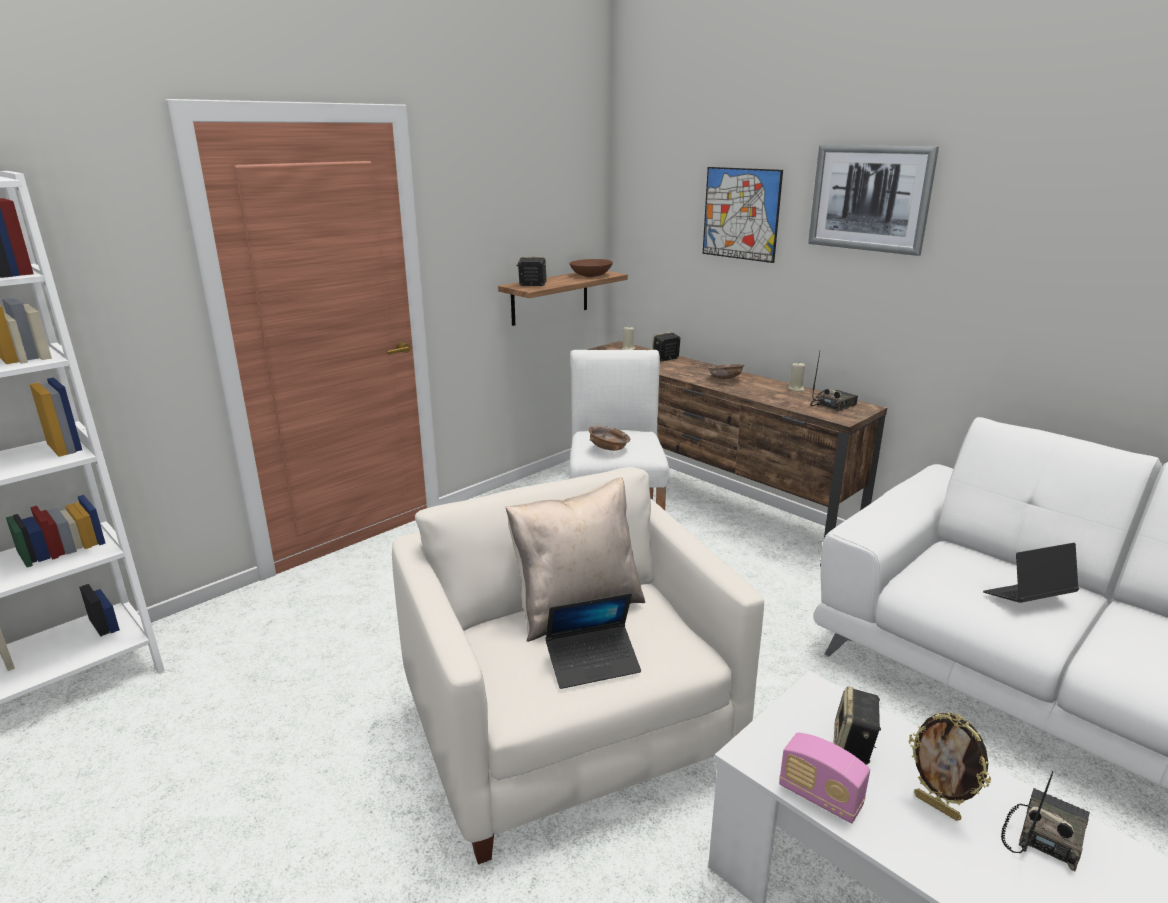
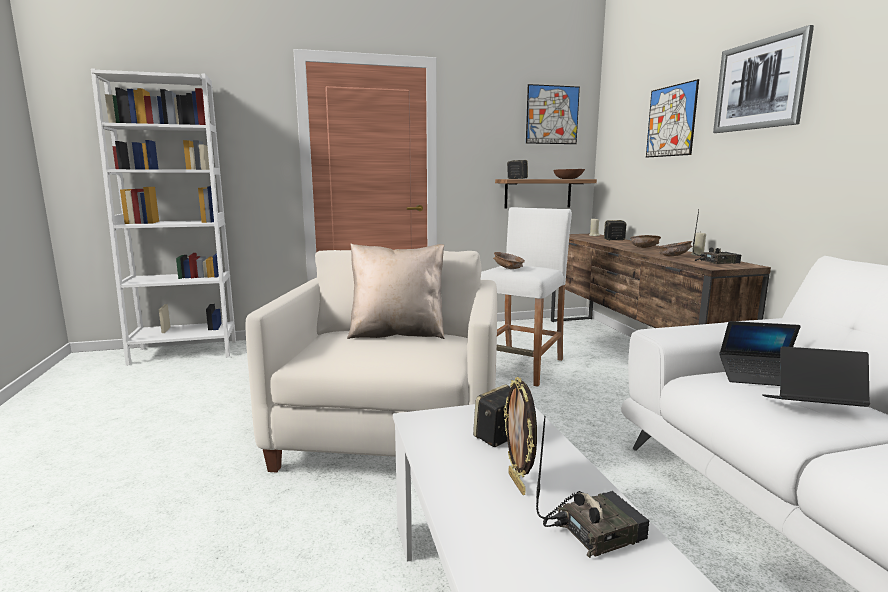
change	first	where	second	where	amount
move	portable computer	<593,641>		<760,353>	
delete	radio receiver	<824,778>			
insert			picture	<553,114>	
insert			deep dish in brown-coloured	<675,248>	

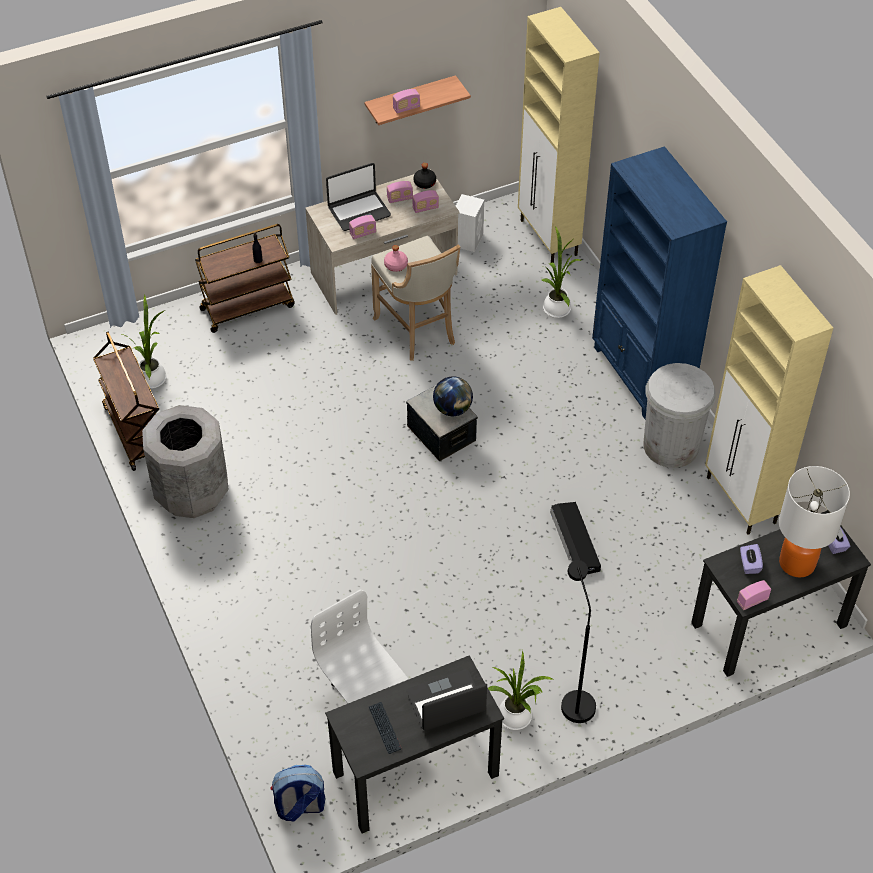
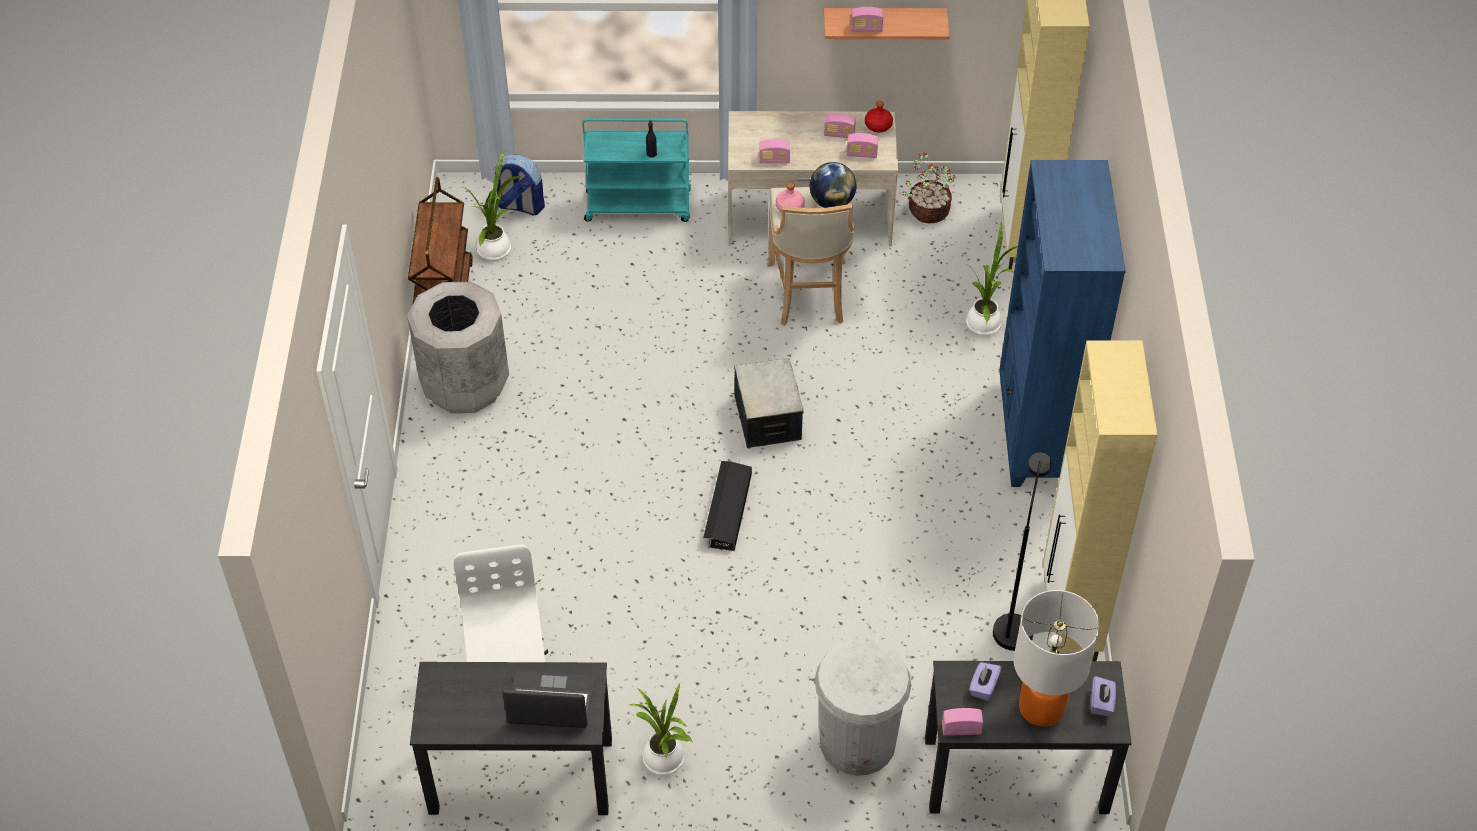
change	first	where	second	where	amount
delete	portable computer	<358,197>			
recolor	bottle in blackish	<425,176>	bottle in red-coloured	<879,116>	
replace	speaker in white-coloured	<470,223>	plant in a pot	<929,188>	
recolor	wheeled cart in brown-coloured	<245,278>	wheeled cart in blue-green	<636,170>	
move	rubbish bin in white-coloured	<679,415>		<863,707>	
move	world globe	<453,396>		<833,185>	
move	storage box in blackish	<576,538>		<727,506>	
move	standing lamp in blackish	<578,641>		<1022,551>	
delete	PC keyboard	<385,728>			
move	knapsack	<297,793>		<519,184>	

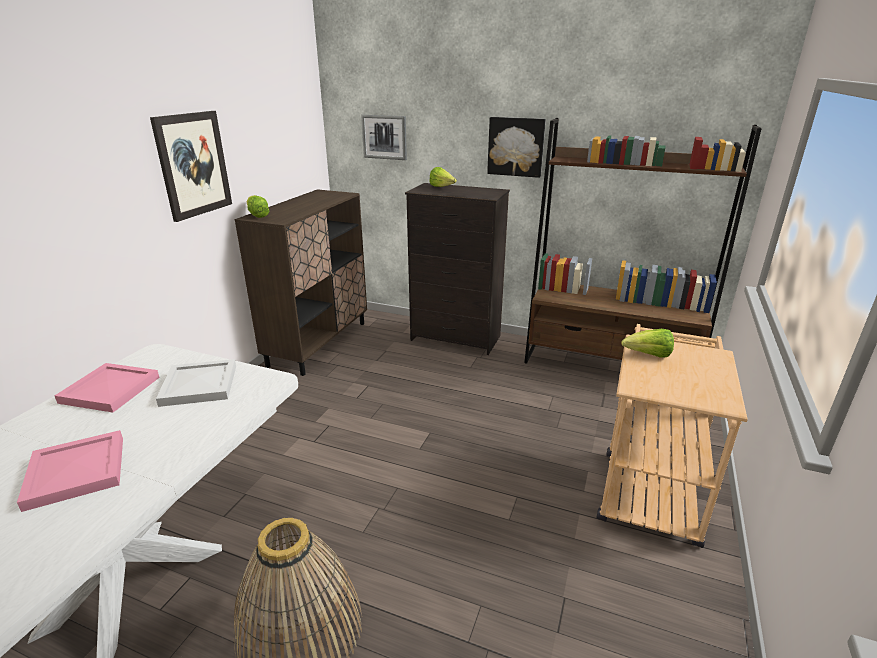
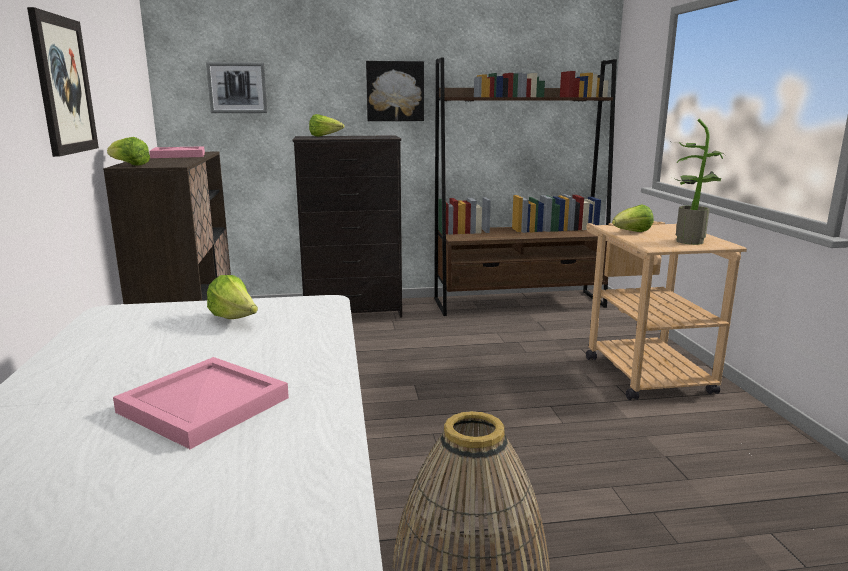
change	first	where	second	where	amount
replace	tray in white-coloured	<196,383>	lettuce head	<232,297>	
move	tray in pink-coloured	<107,387>		<177,152>	
insert			plant in a pot	<696,182>	

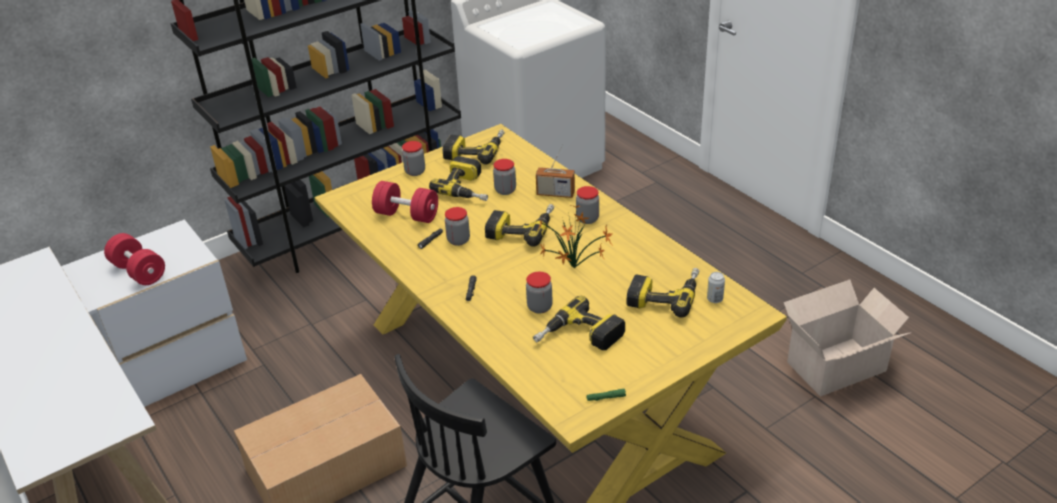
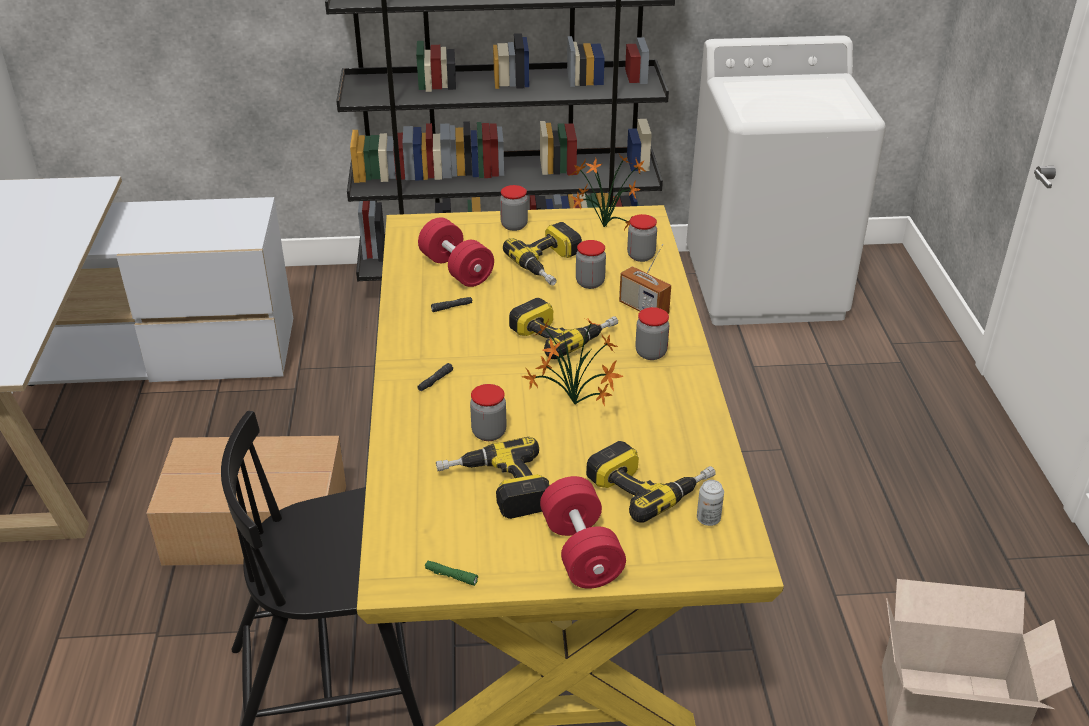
change	first	where	second	where	amount
replace	drill	<474,147>	plant in a pot	<608,192>	
move	jar	<457,226>		<642,238>	
move	hand weight in red-coloured	<134,259>		<583,532>	

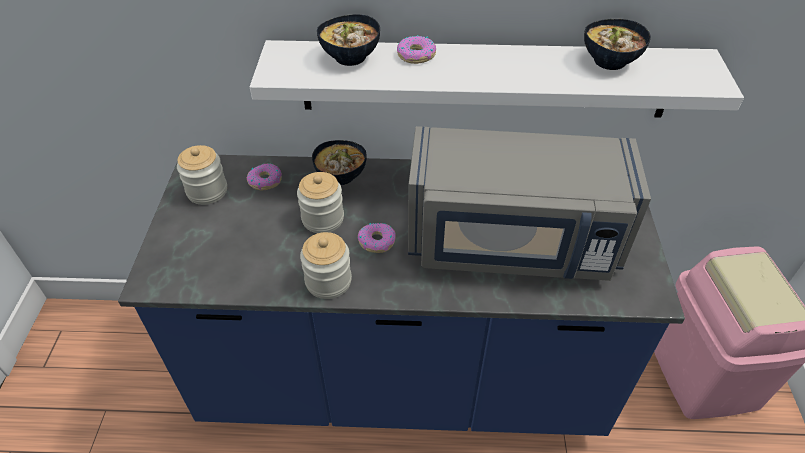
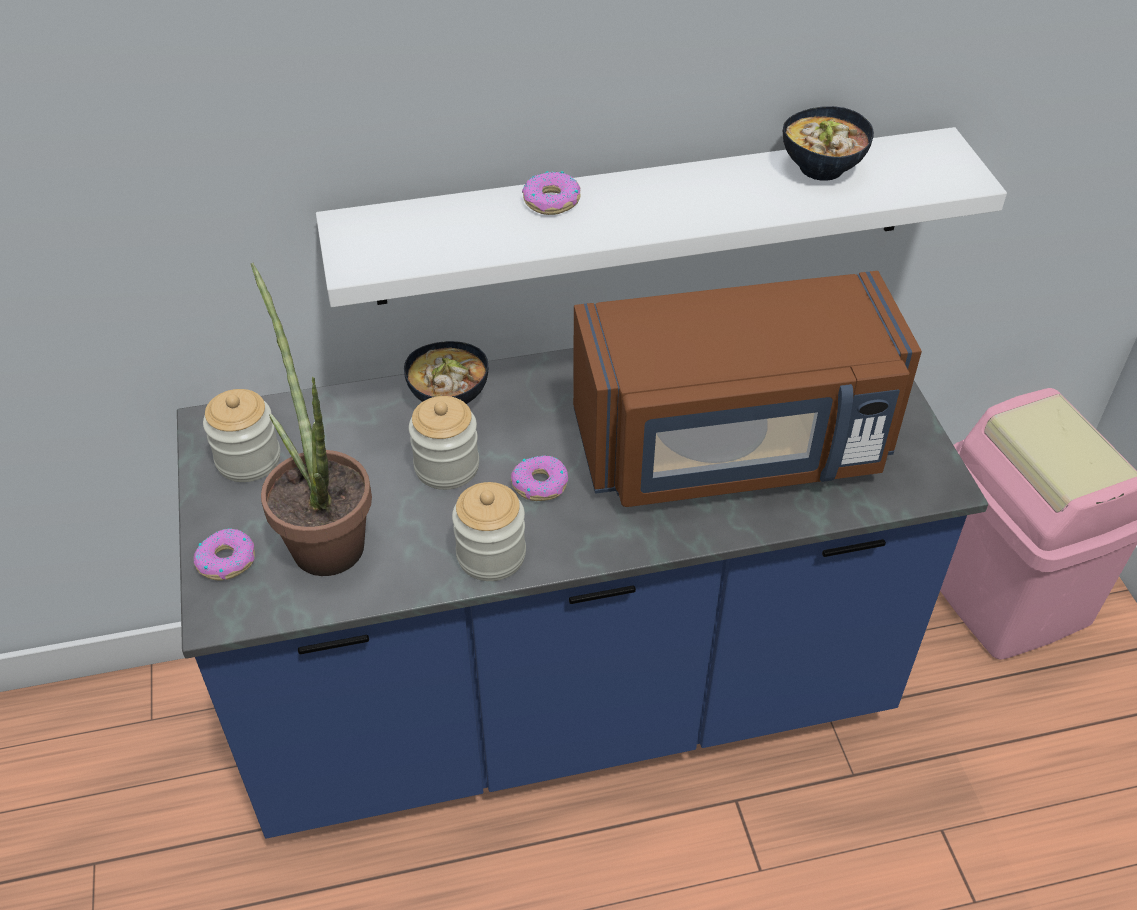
change	first	where	second	where	amount
delete	deep dish	<348,40>			
recolor	microwave in gray	<529,203>	microwave in brown-coloured	<747,389>	
move	doughnut	<264,177>		<224,554>	
insert			plant in a pot	<311,419>	

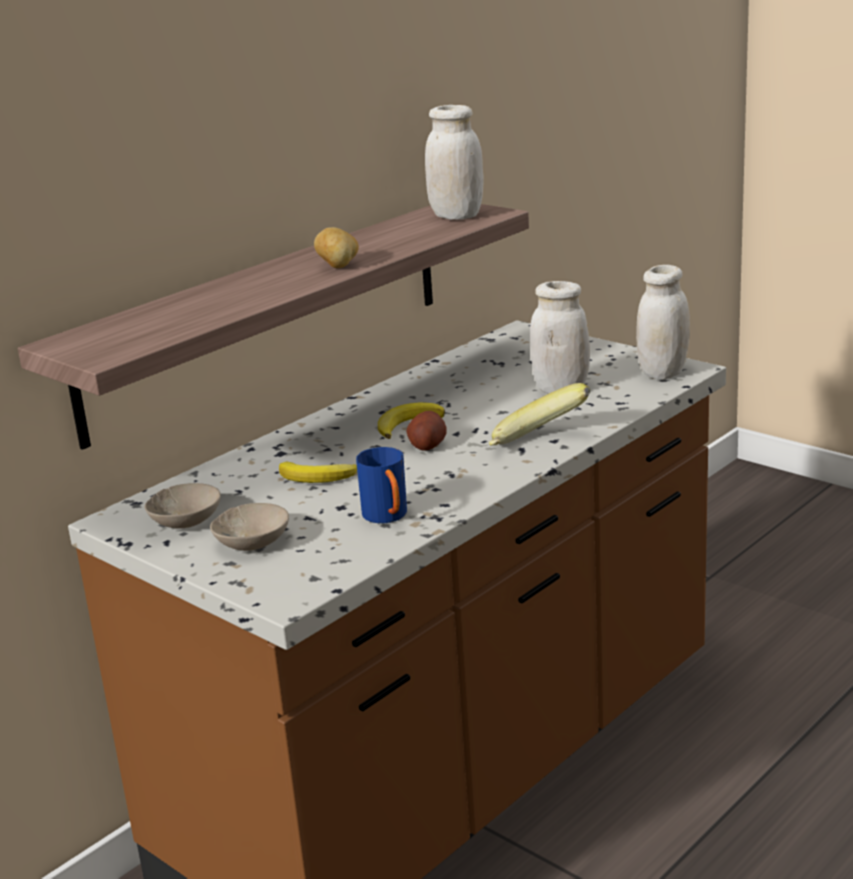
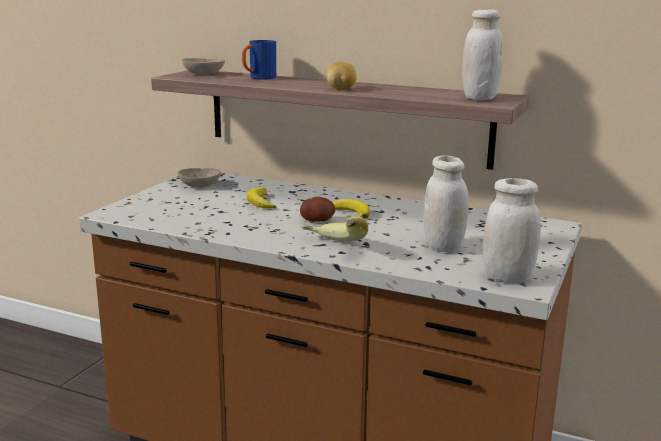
change	first	where	second	where	amount
move	tea mug in blue-coloured	<381,485>		<259,60>	
move	deep dish in beige-coloured	<249,527>		<203,66>	

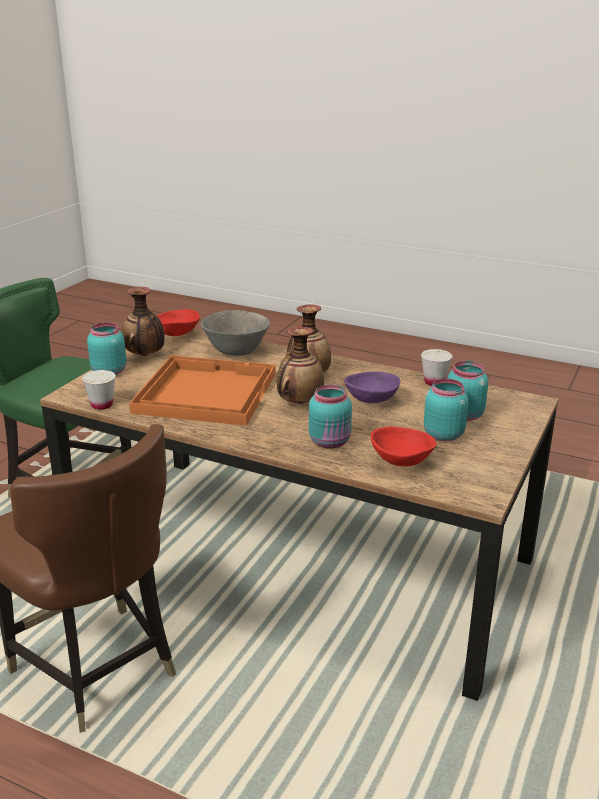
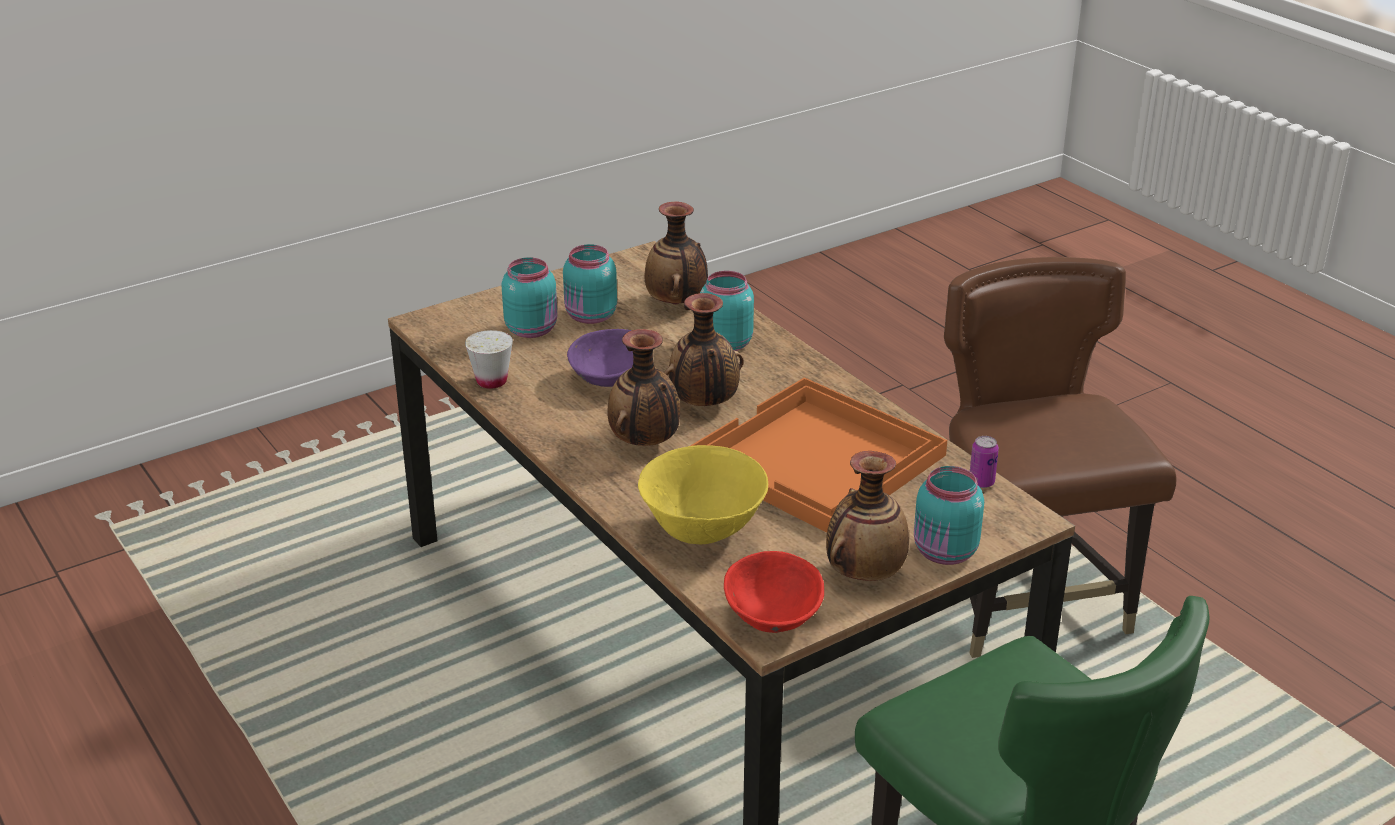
change	first	where	second	where	amount
recolor	deep dish in gray	<235,333>	deep dish in yellow	<703,494>	
replace	cup in white-coloured	<99,390>	metal can	<984,462>	
replace	deep dish in red-coloured	<404,447>	vase	<676,253>	

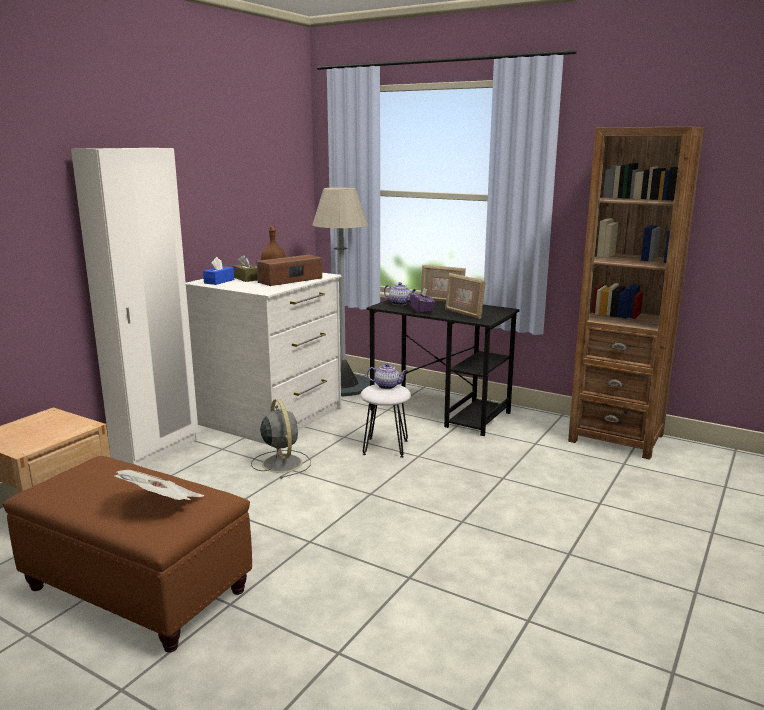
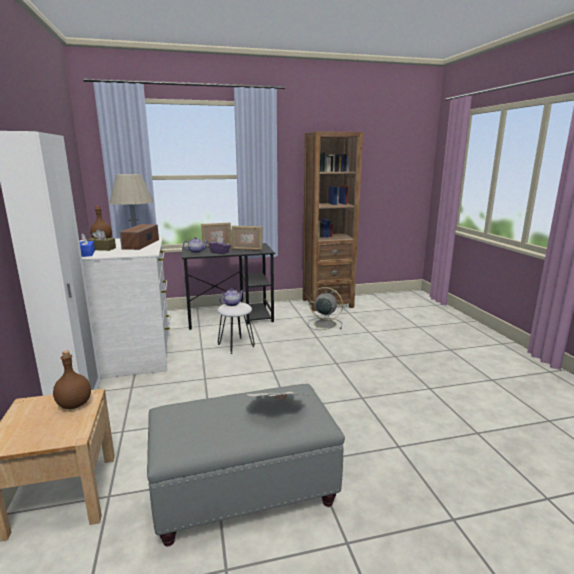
change	first	where	second	where	amount
move	fan in gray	<281,439>		<325,308>	
recolor	footrest in brown-coloured	<127,554>	footrest in gray	<246,465>	
insert			bottle in brown-coloured	<72,380>	

